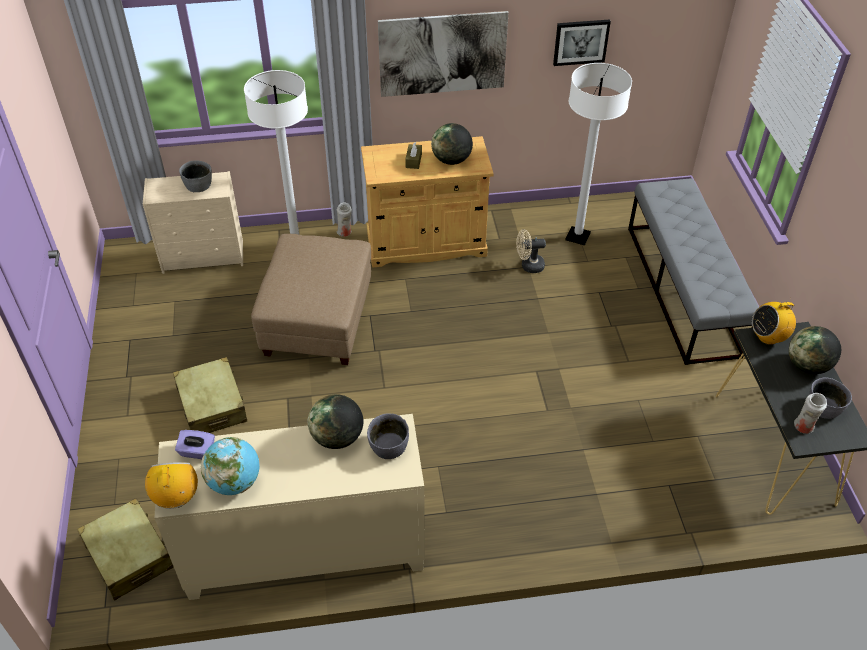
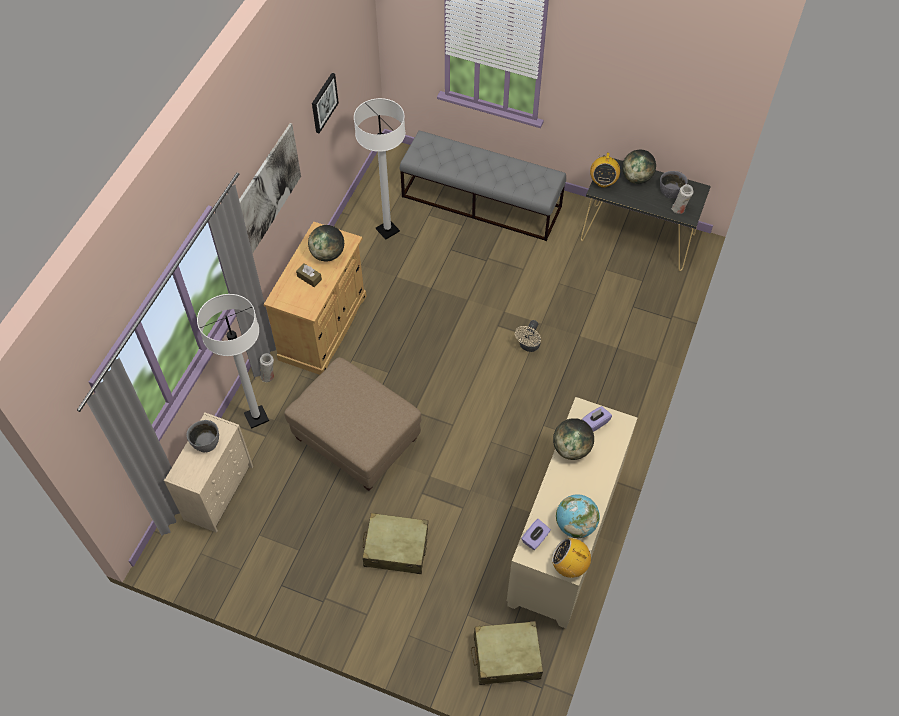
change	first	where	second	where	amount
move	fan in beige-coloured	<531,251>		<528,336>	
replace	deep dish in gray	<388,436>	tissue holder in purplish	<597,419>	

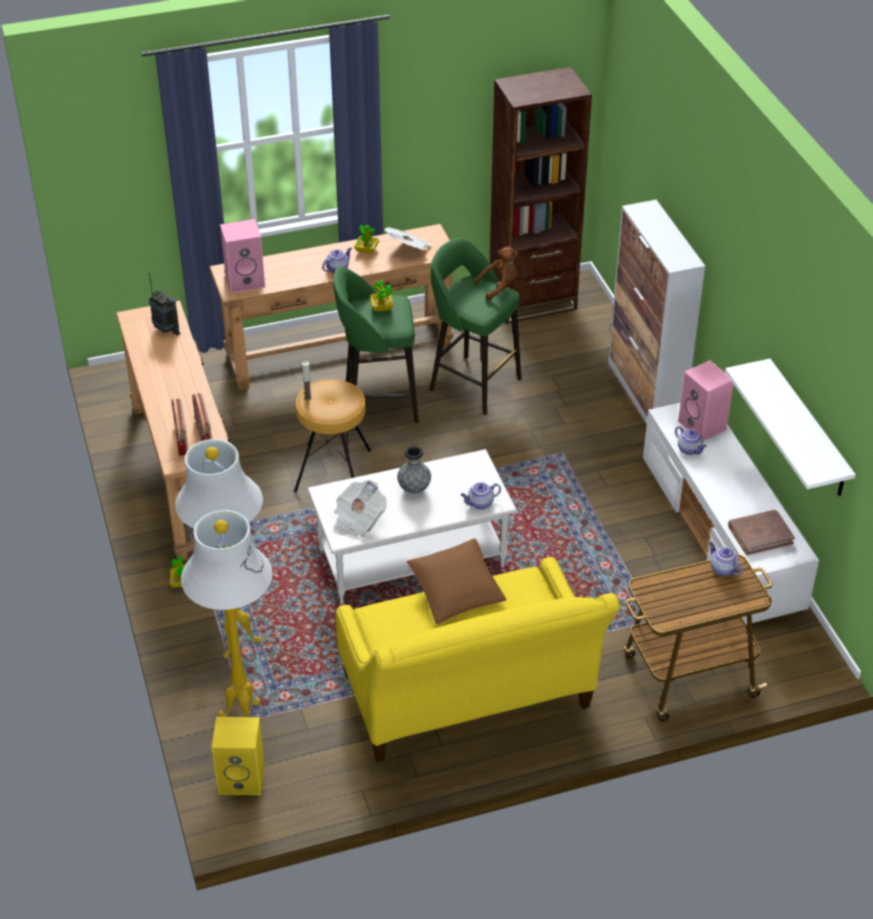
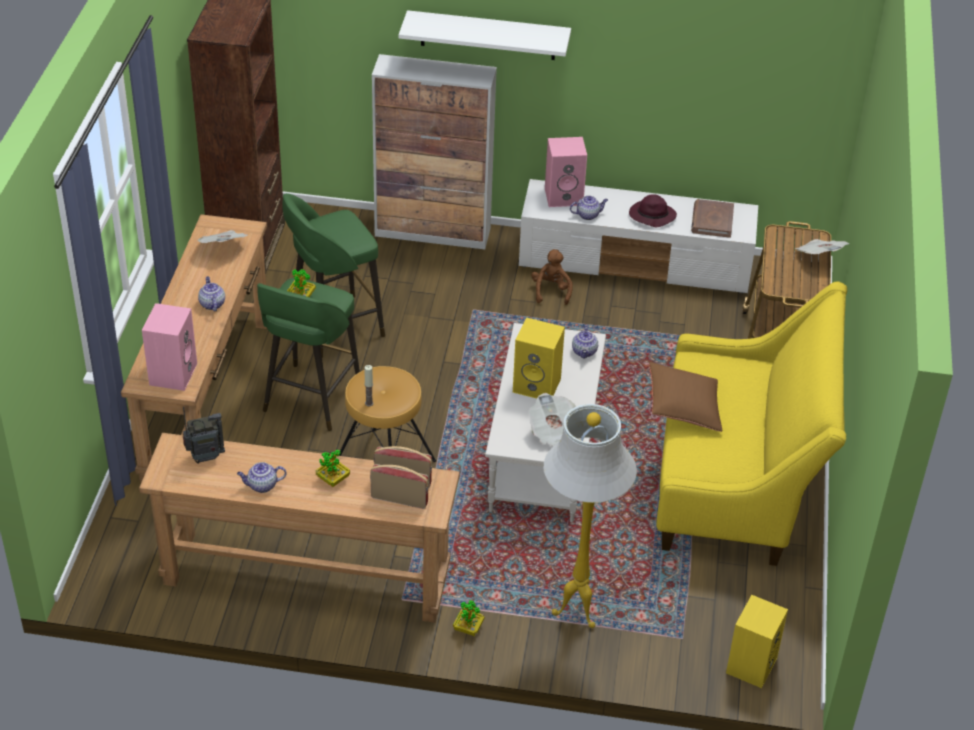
change	first	where	second	where	amount
move	plant in a pot	<366,239>		<333,468>	
move	soft toy in brown-coloured	<496,273>		<552,277>	
move	wall shelf in white-coloured	<790,427>		<485,35>	
replace	vase in gray	<414,470>	speaker in yellow	<539,358>	
delete	standing lamp in white-coloured	<227,613>			
move	pot for tea	<726,559>		<262,477>	
insert			wearable hat in purplish	<653,210>	
insert			daily paper	<822,246>	

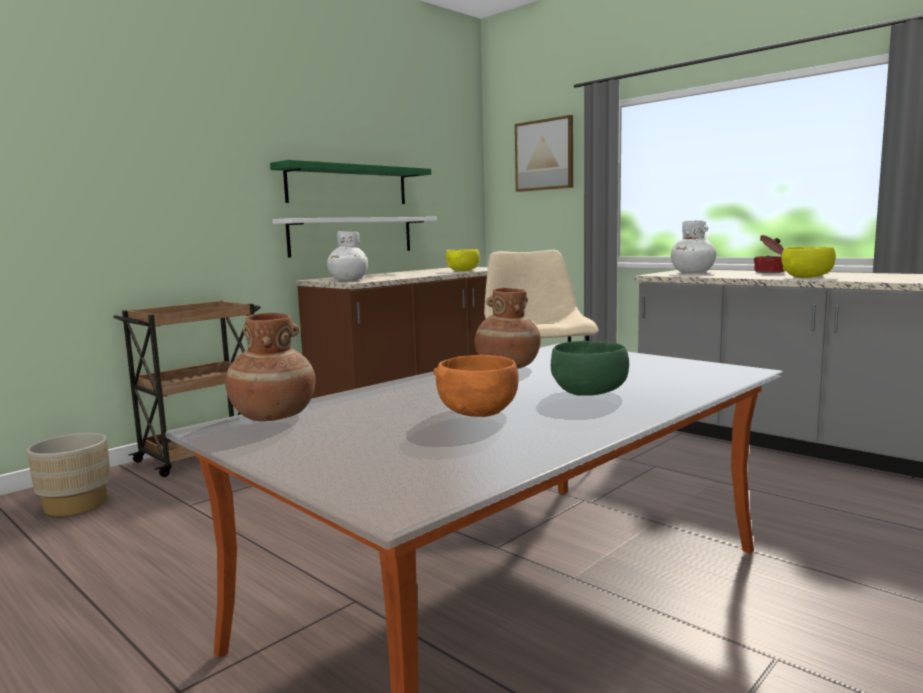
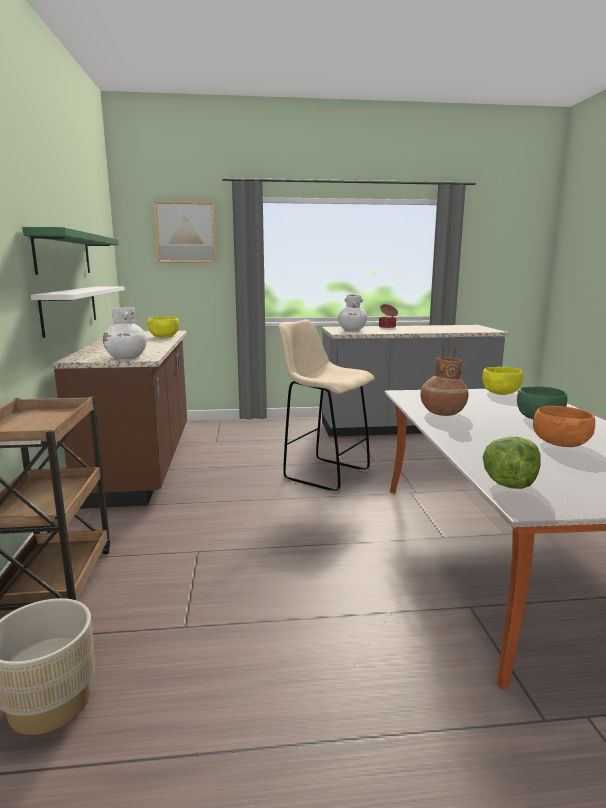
change	first	where	second	where	amount
move	deep dish in yellow	<808,262>		<502,381>	
replace	vase in brown-coloured	<270,367>	lettuce head	<512,463>	

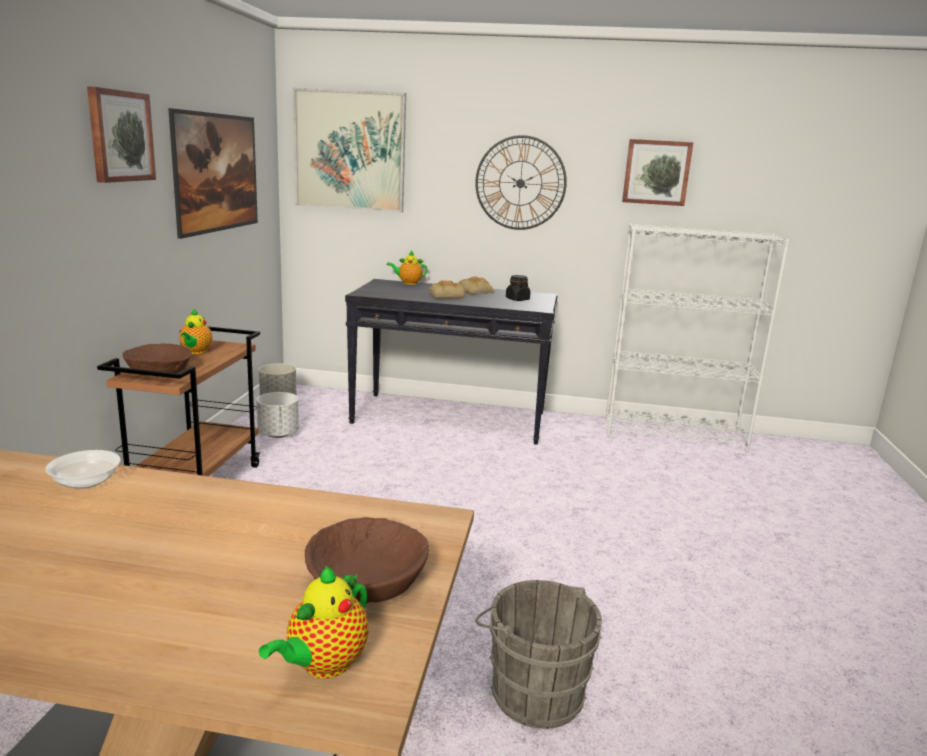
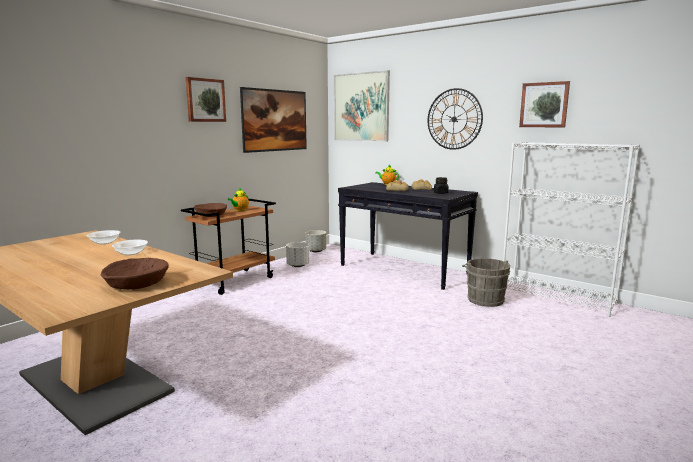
change	first	where	second	where	amount
delete	pot for tea	<313,622>			
move	pail in gray	<538,654>		<486,282>	
insert			deep dish	<130,247>	

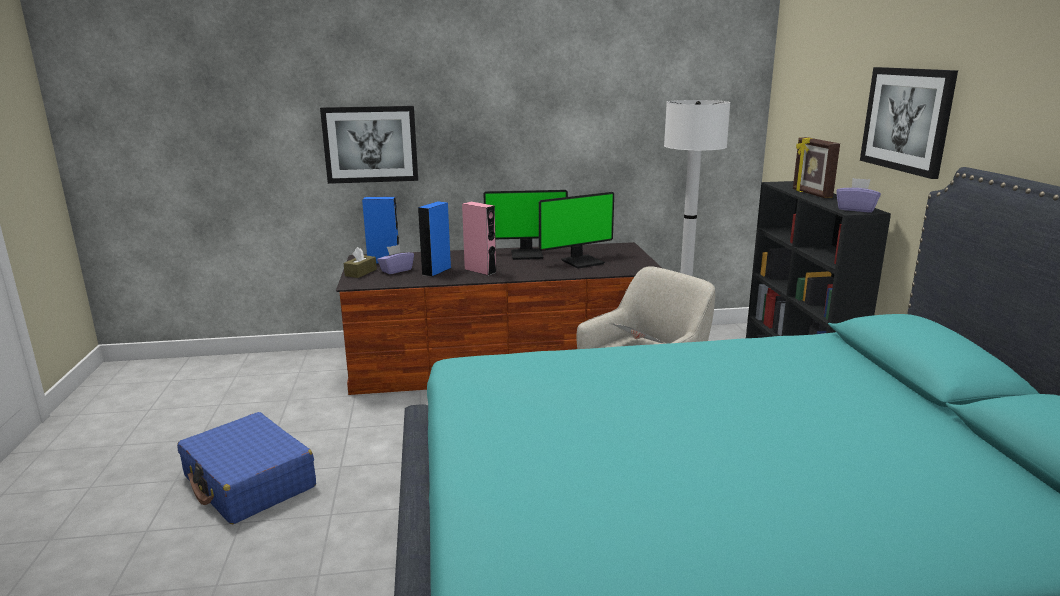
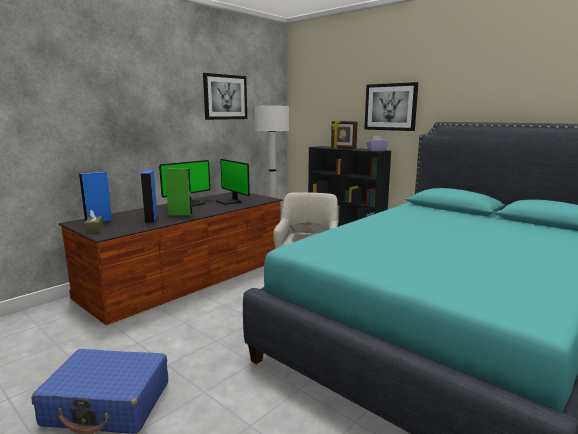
change	first	where	second	where	amount
move	picture	<369,145>		<225,96>	
rotate	monitor	<576,230>		<232,182>	120 degrees clockwise
recolor	speaker in pink-coloured	<479,239>	speaker in green-coloured	<178,192>	
delete	tissue holder in purplish	<395,259>			

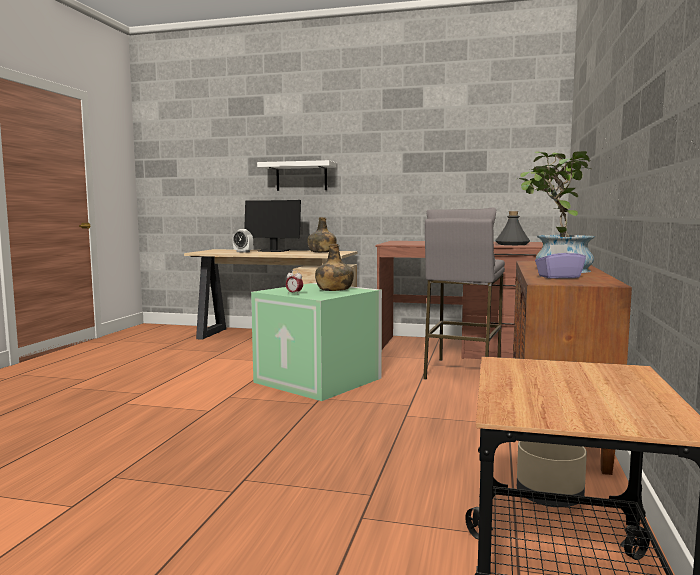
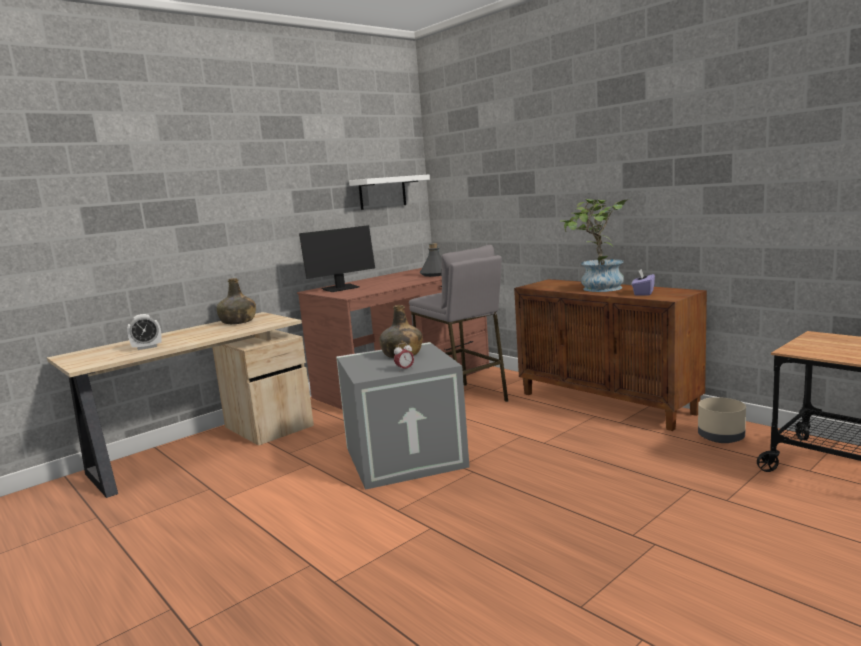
change	first	where	second	where	amount
move	wall shelf in white-coloured	<297,175>		<389,192>	
move	monitor	<272,226>		<337,258>	
recolor	storage box in green-coloured	<316,342>	storage box in gray	<402,416>	

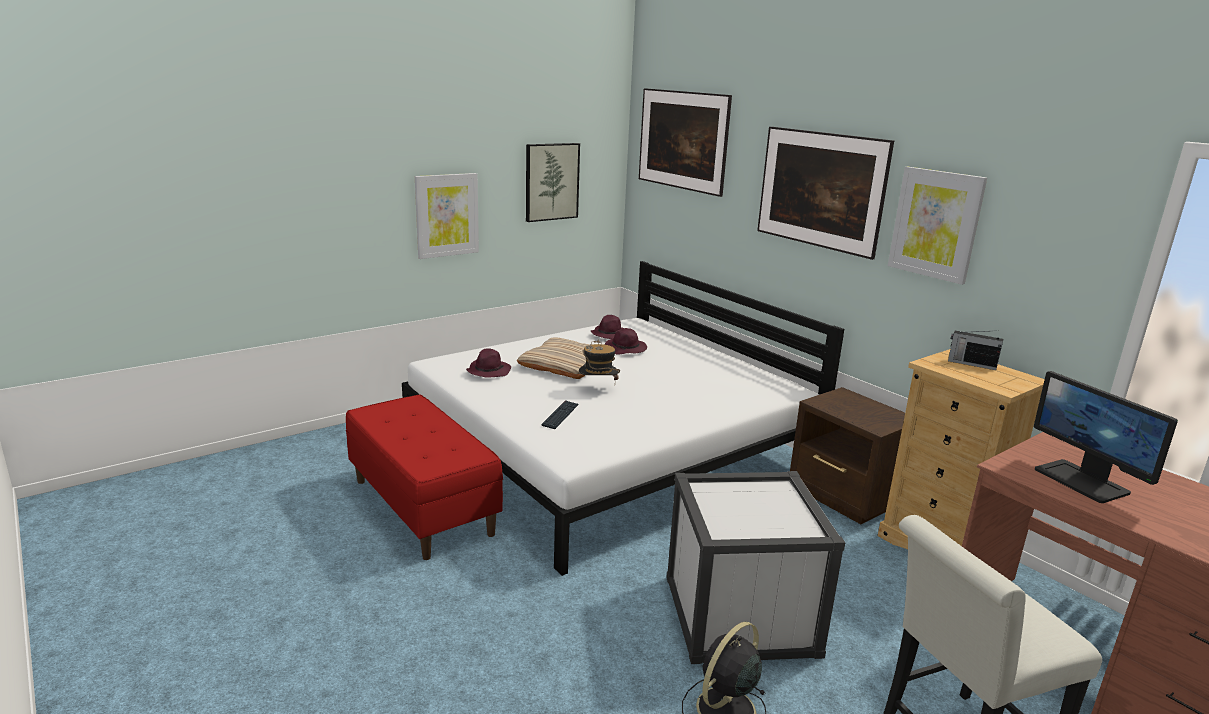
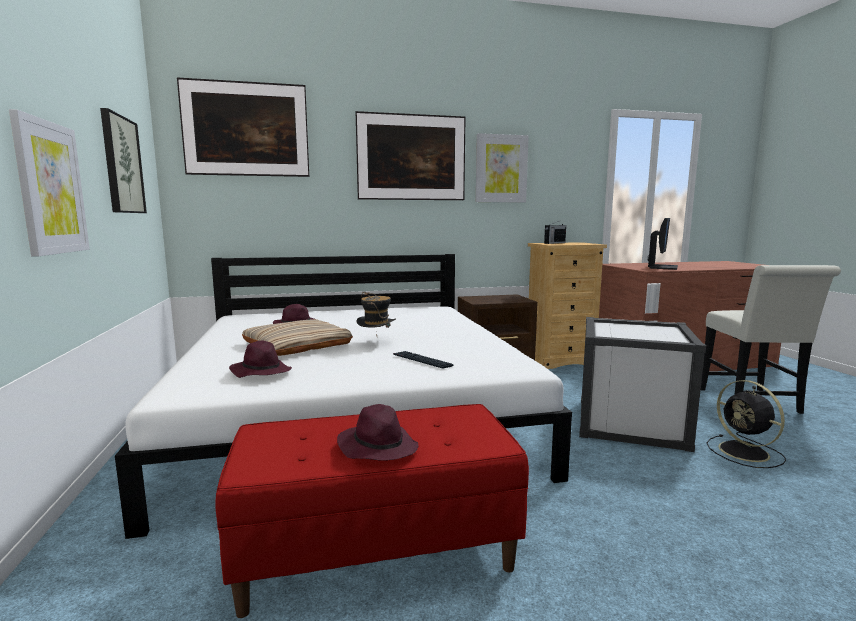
change	first	where	second	where	amount
move	wearable hat in purplish	<607,327>		<378,432>	
rotate	monitor	<1106,437>		<662,244>	60 degrees counterclockwise

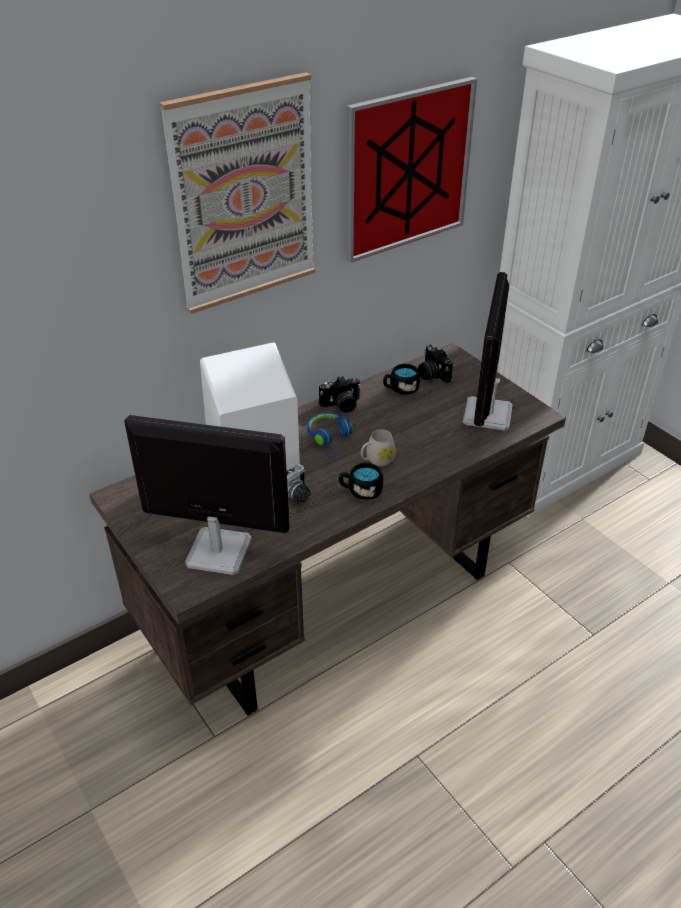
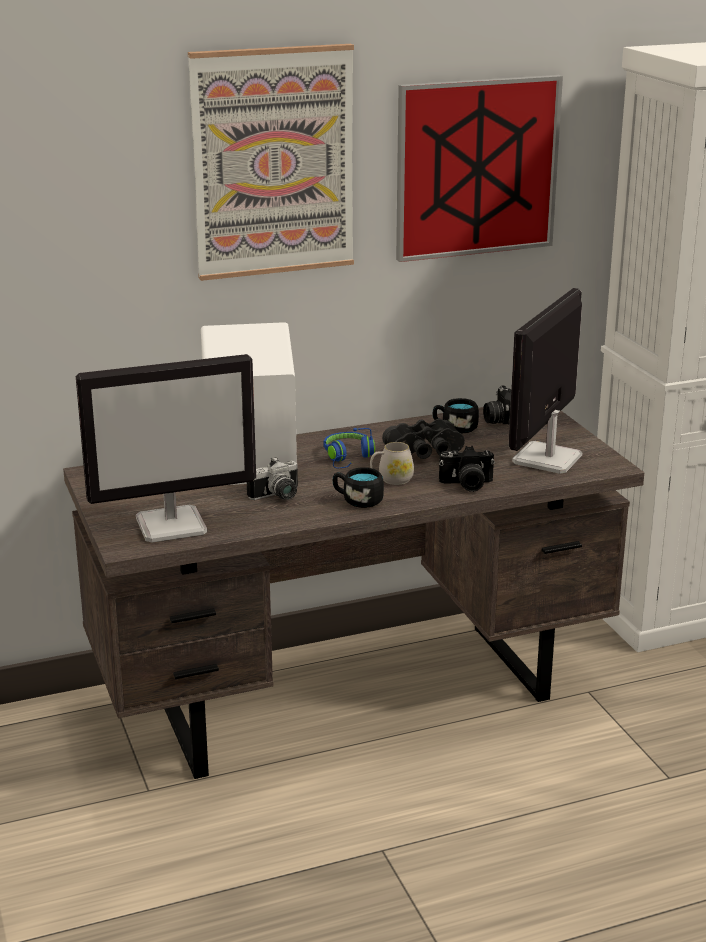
change	first	where	second	where	amount
move	photo camera	<340,394>		<467,469>	
rotate	monitor	<207,495>		<166,448>	135 degrees clockwise
insert			pair of binoculars in blackish	<423,439>	

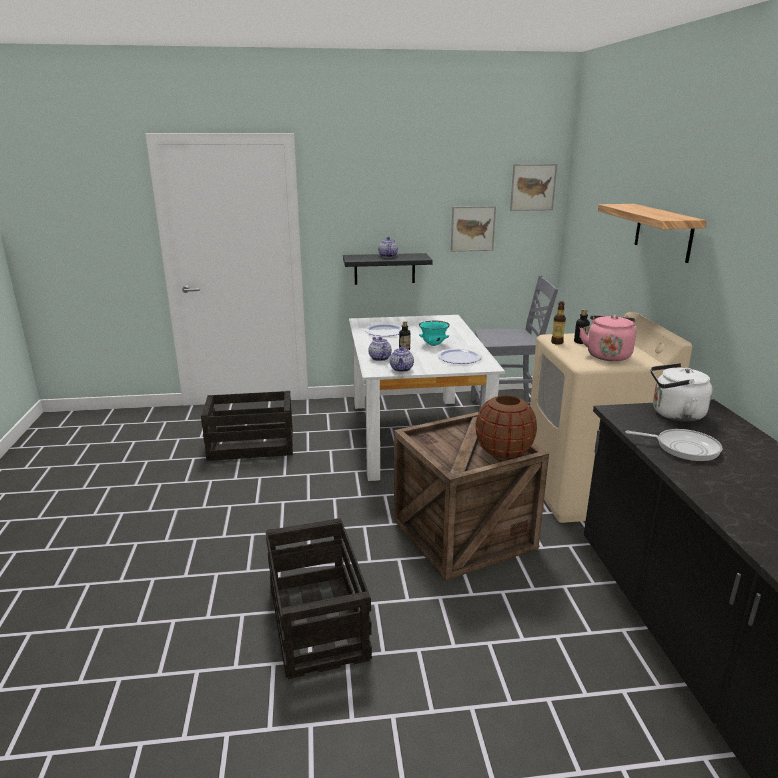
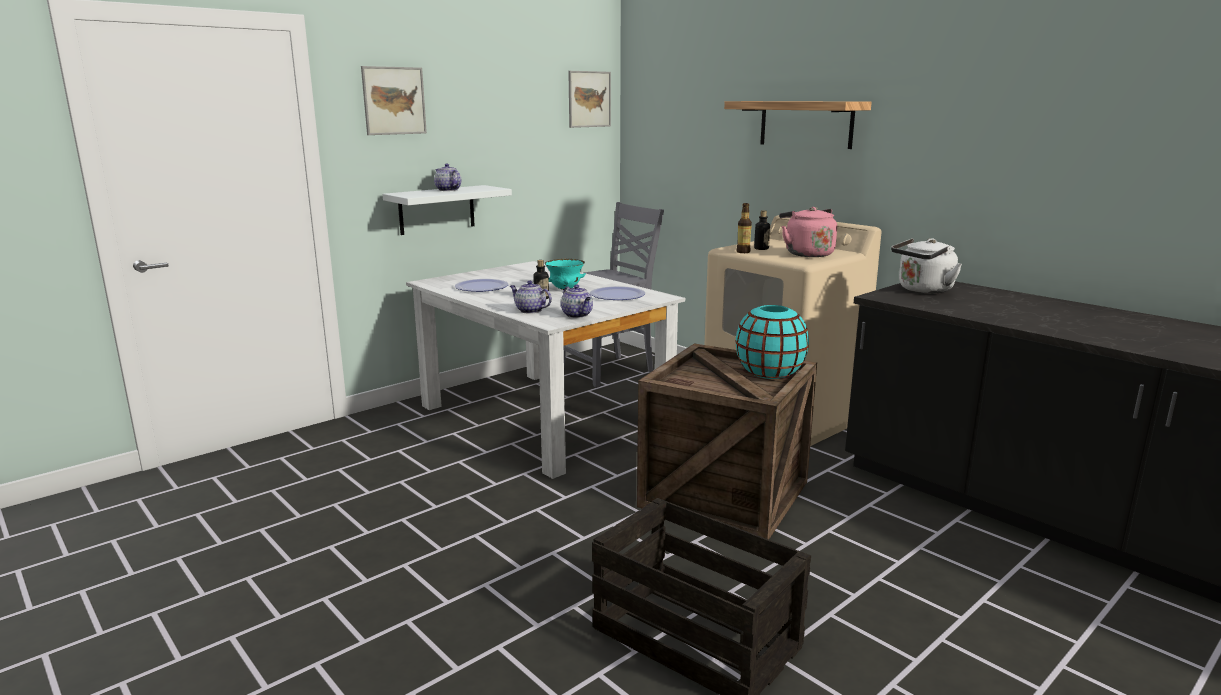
change	first	where	second	where	amount
move	picture	<473,229>		<394,100>	
recolor	wall shelf in blackish	<388,269>	wall shelf in white-coloured	<447,210>	
delete	shipping crate	<247,426>			
recolor	vase in brown-coloured	<506,427>	vase in blue-green	<772,342>	
delete	pan	<673,445>			

